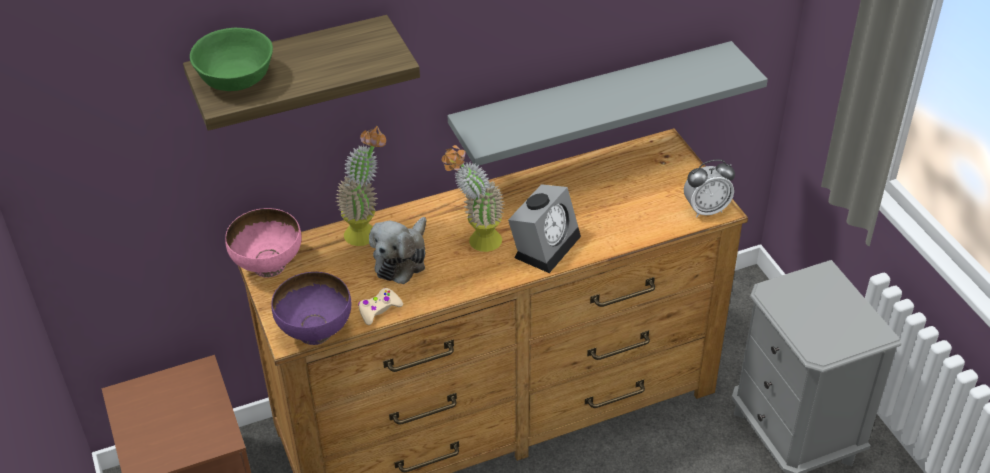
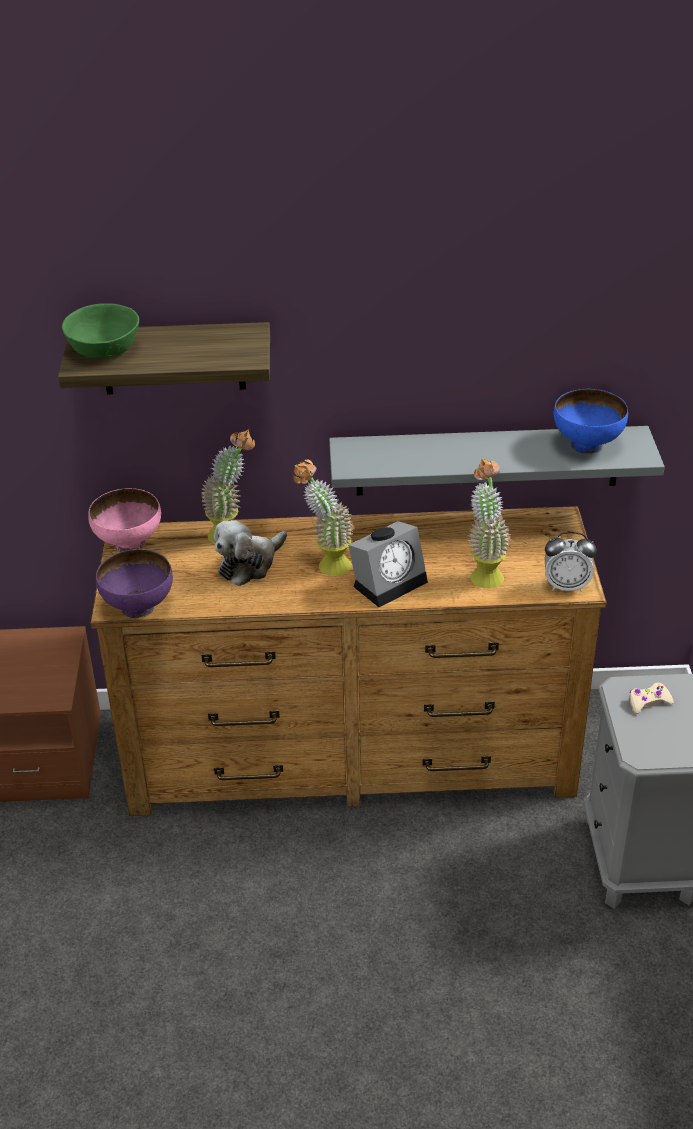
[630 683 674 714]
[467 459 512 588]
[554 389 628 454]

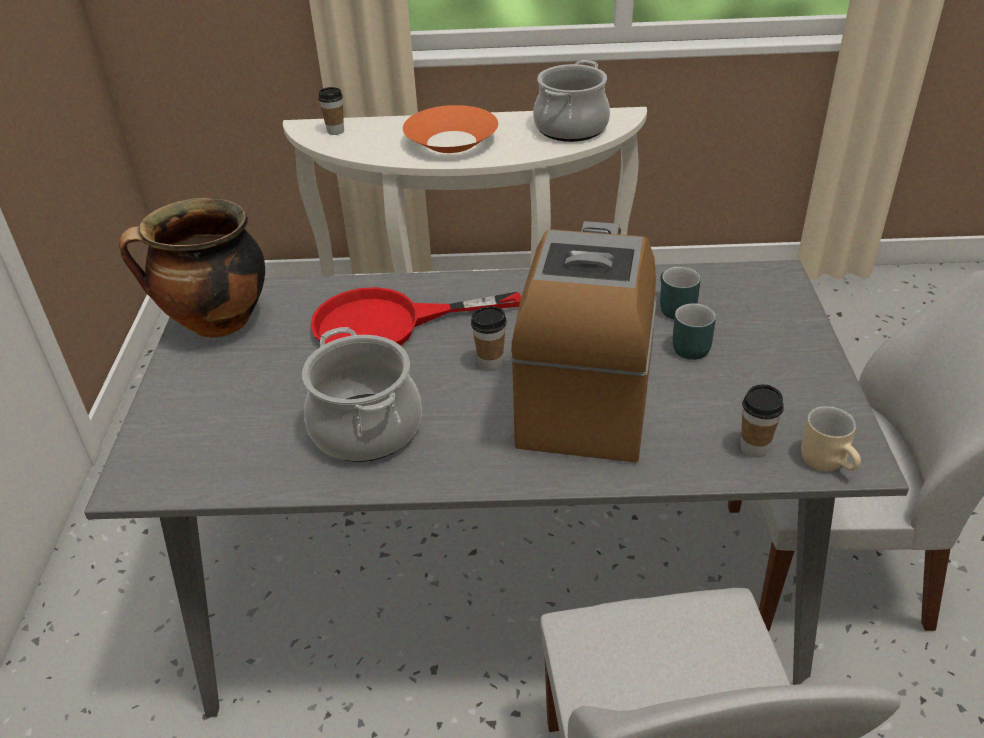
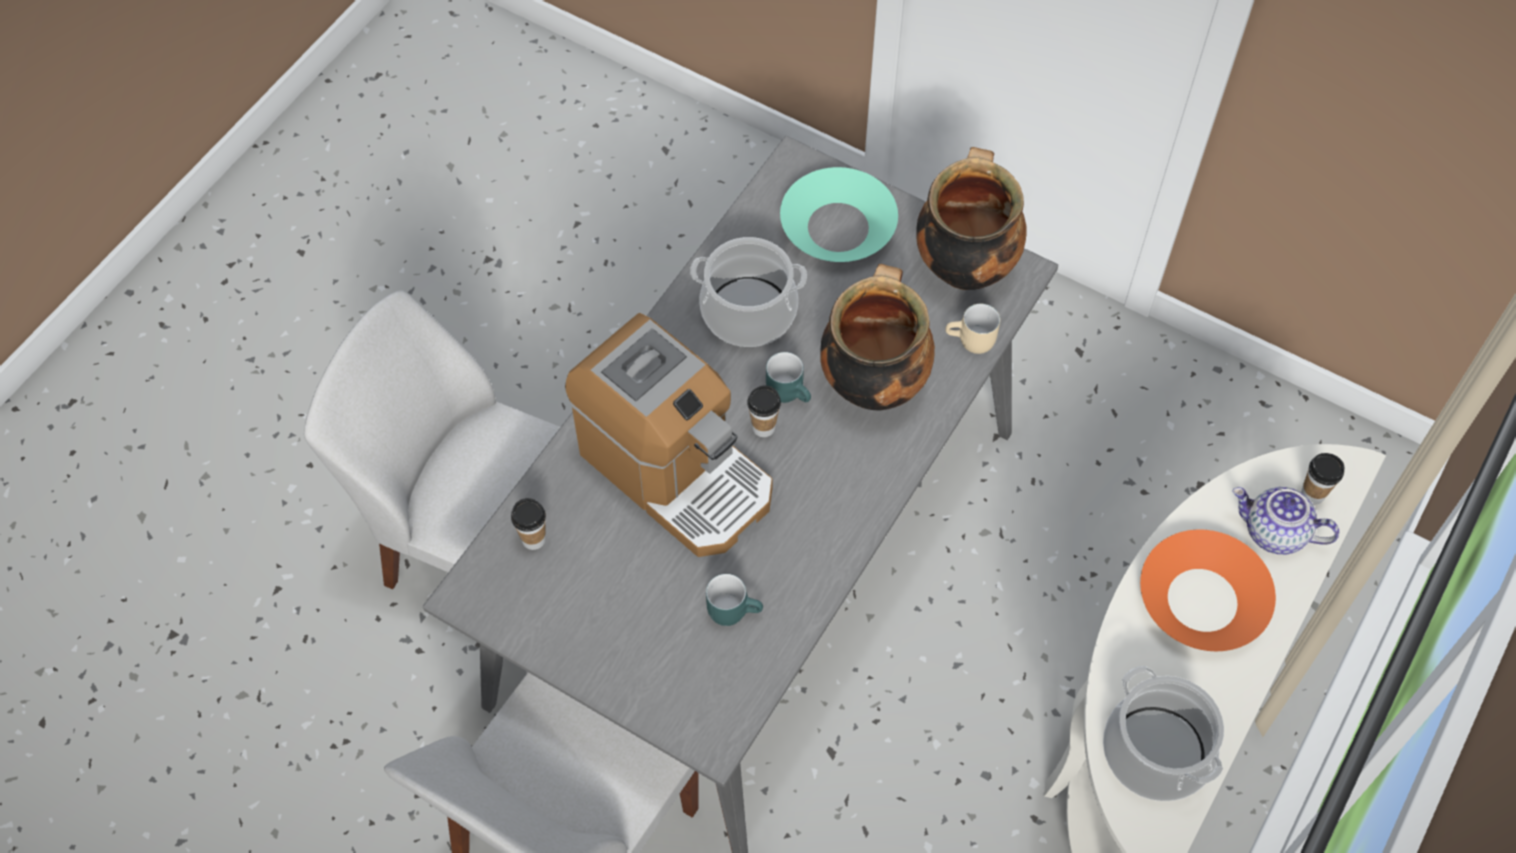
[820 264 935 411]
[766 352 811 403]
[945 304 1000 354]
[780 167 898 262]
[1232 487 1339 555]

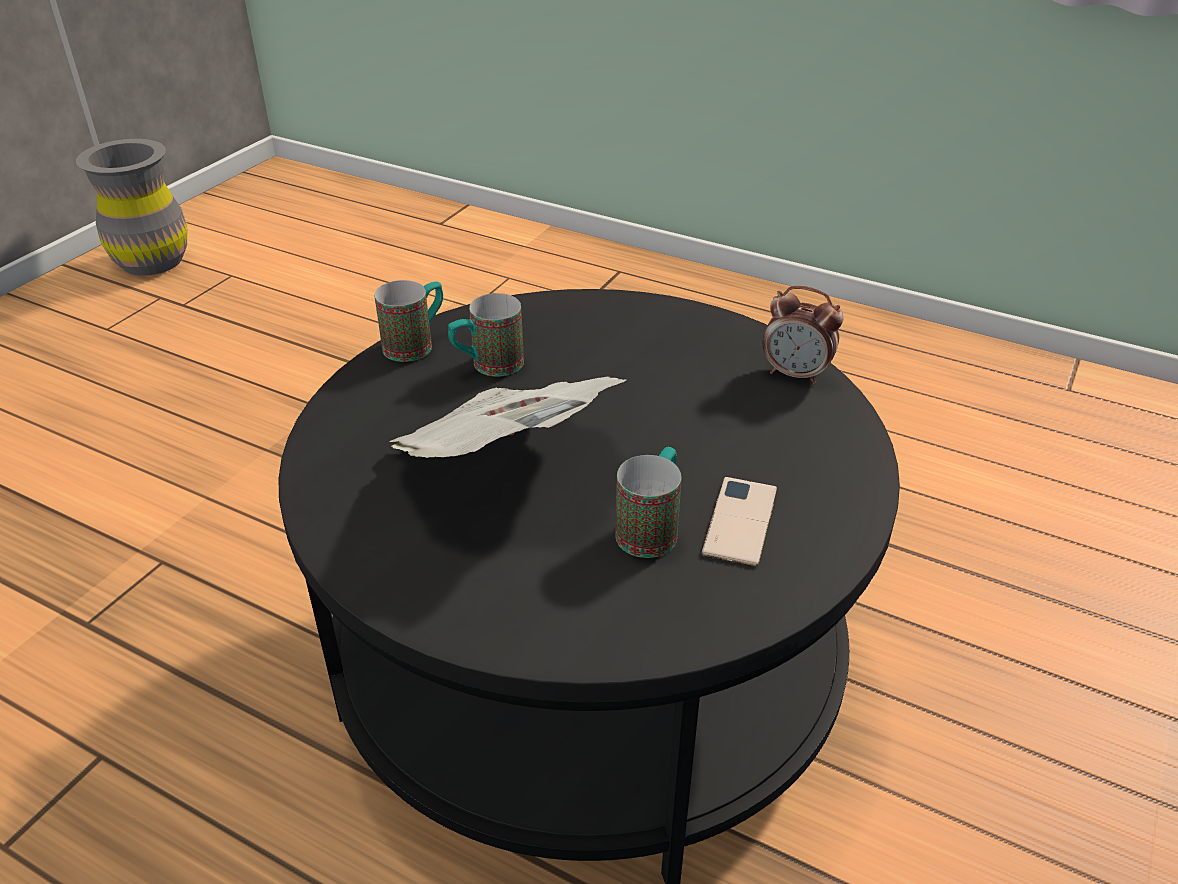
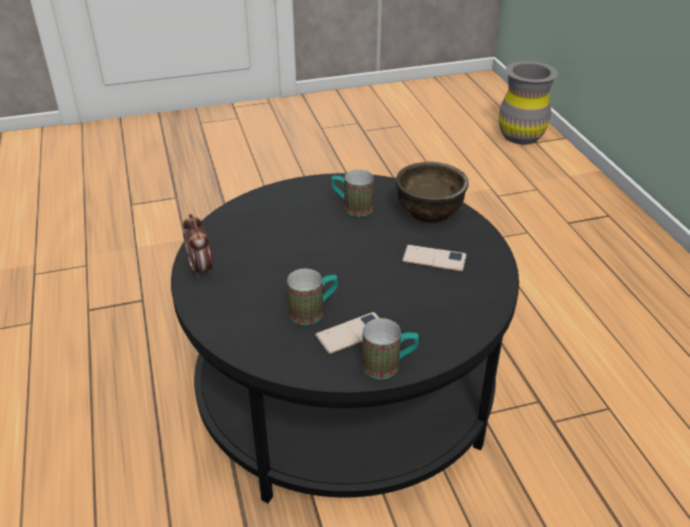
[498 61 558 145]
[362 318 419 379]
[390 377 626 458] (first image)
[183 214 212 278]
[396 162 469 222]
[402 245 467 272]

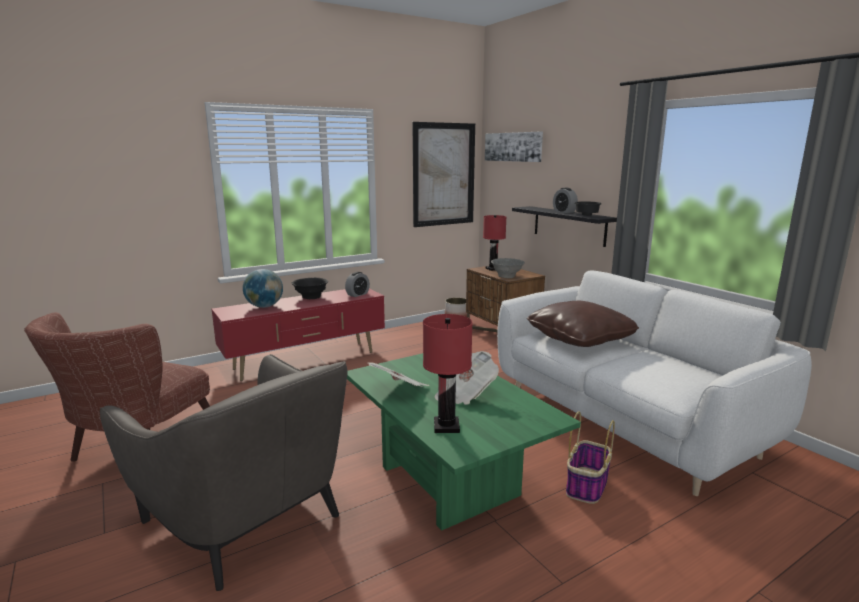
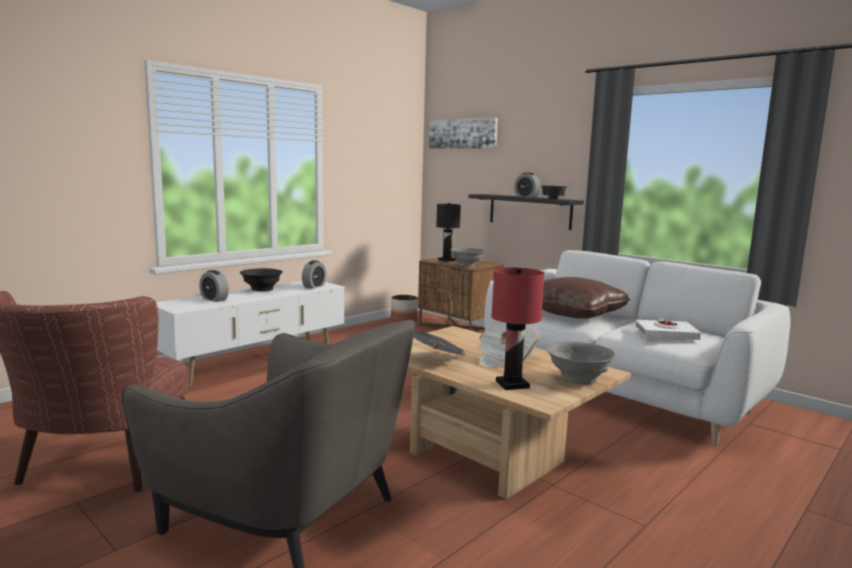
[156 281 345 388]
[199 270 229 302]
[407 326 631 499]
[413 122 475 227] (first image)
[436 203 461 262]
[566 411 615 504] (first image)
[547 342 616 385]
[635 318 701 340]

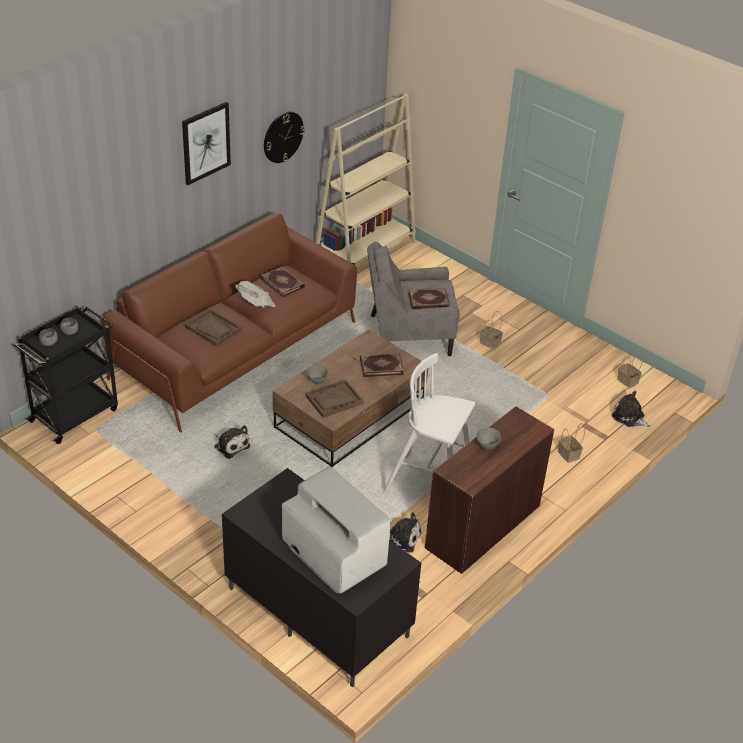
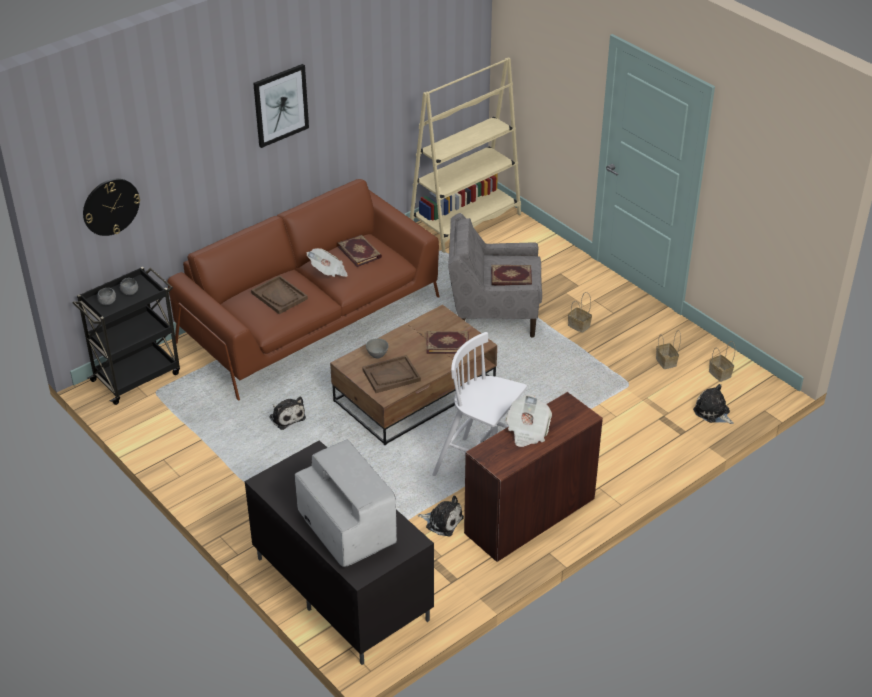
[83 179 140 236]
[506 395 552 447]
[656 330 681 369]

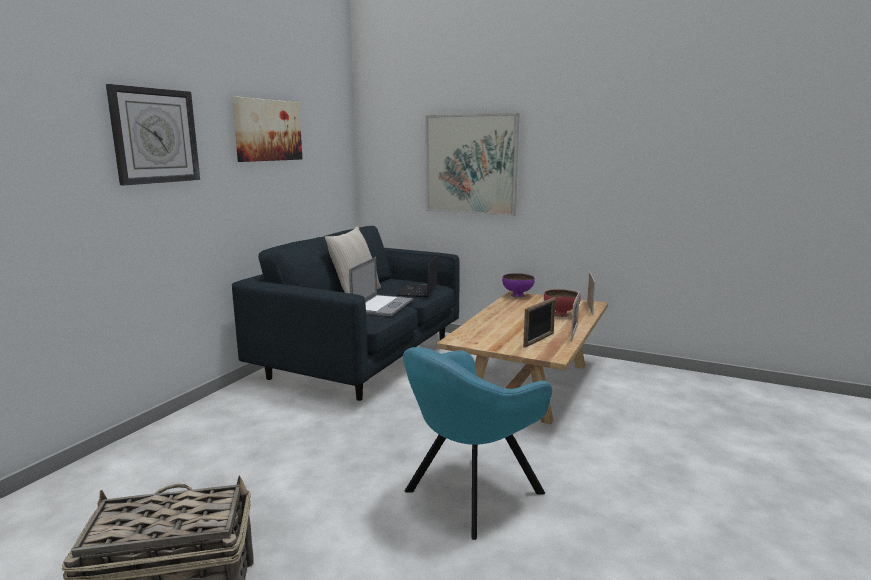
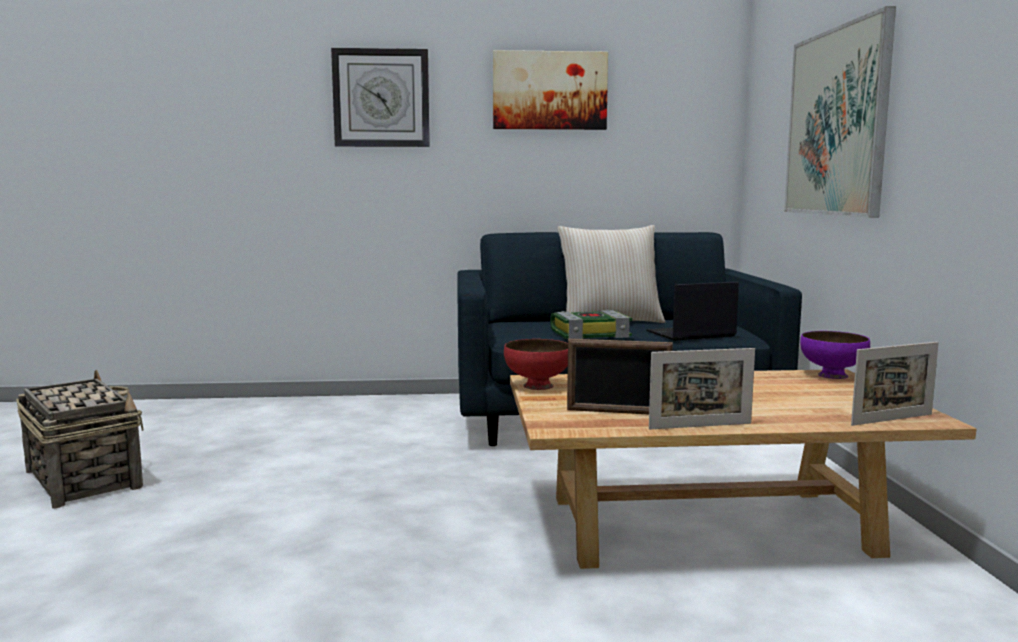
[550 310 632 339]
[403 347 552 540] (first image)
[504 339 568 390]

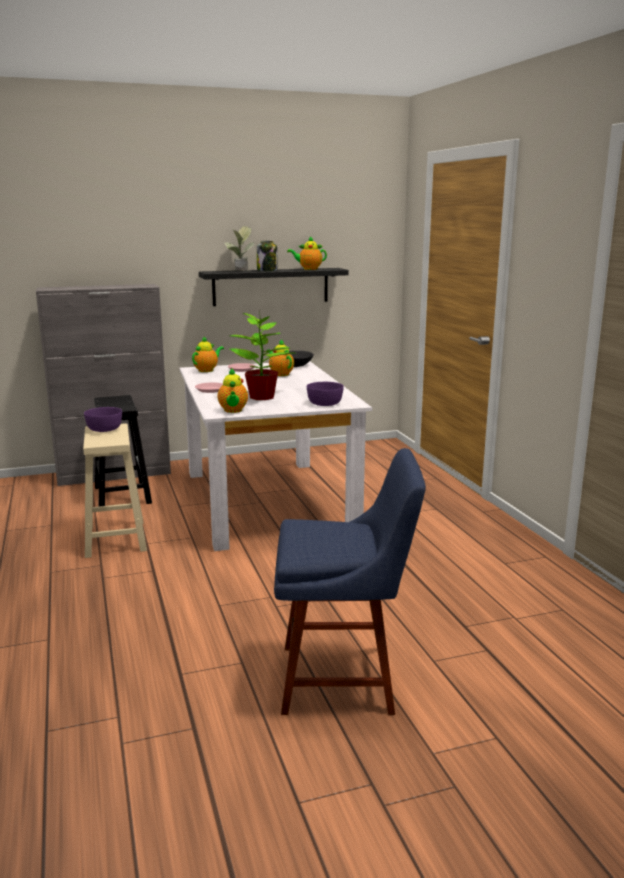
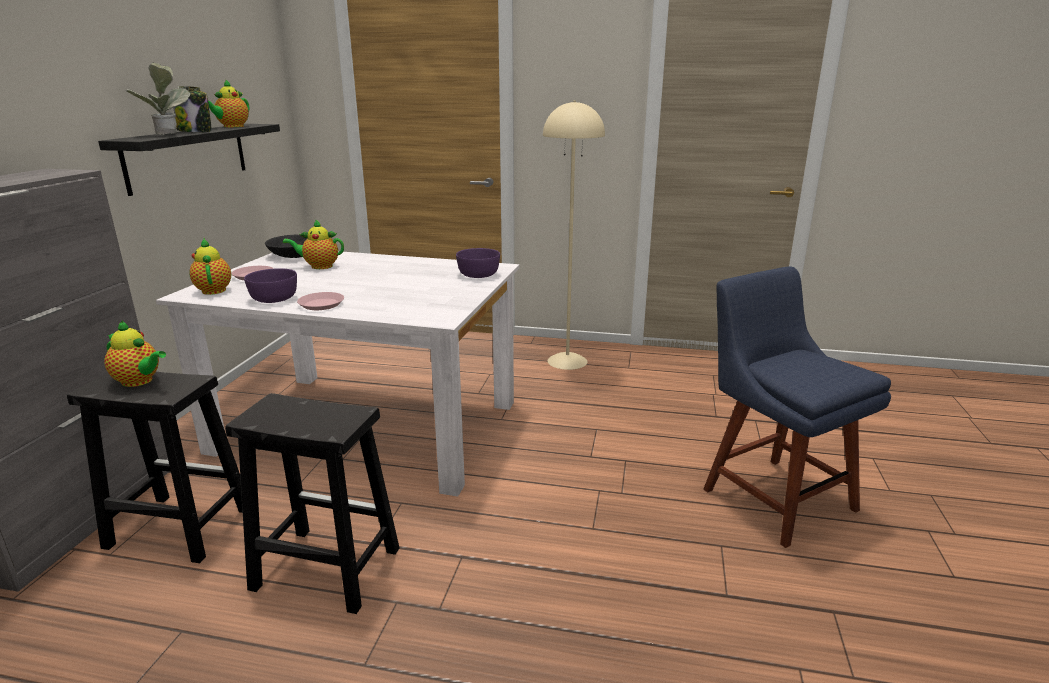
[225 393 399 614]
[244 268 297 303]
[104 320 166 387]
[229 308 295 400] (first image)
[703 266 891 548]
[543 100 605 370]

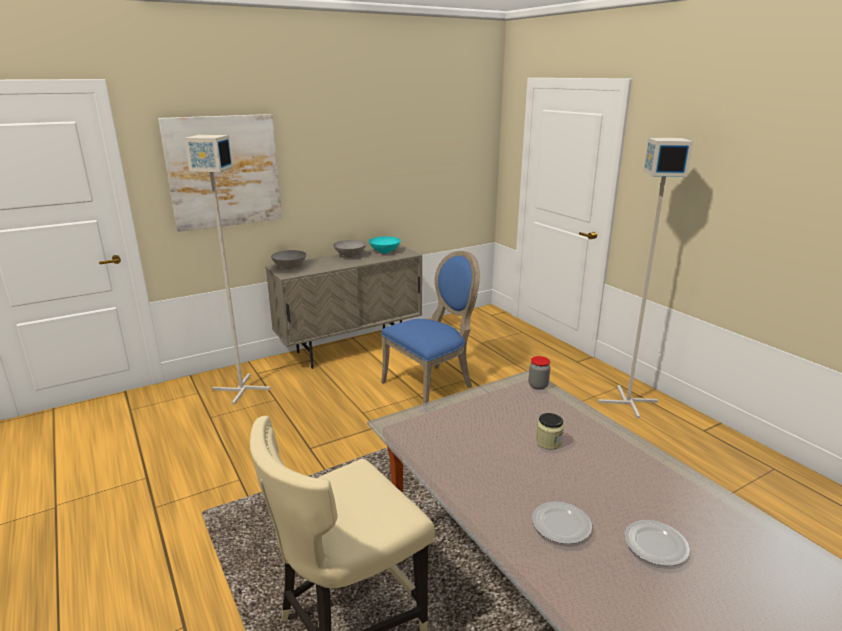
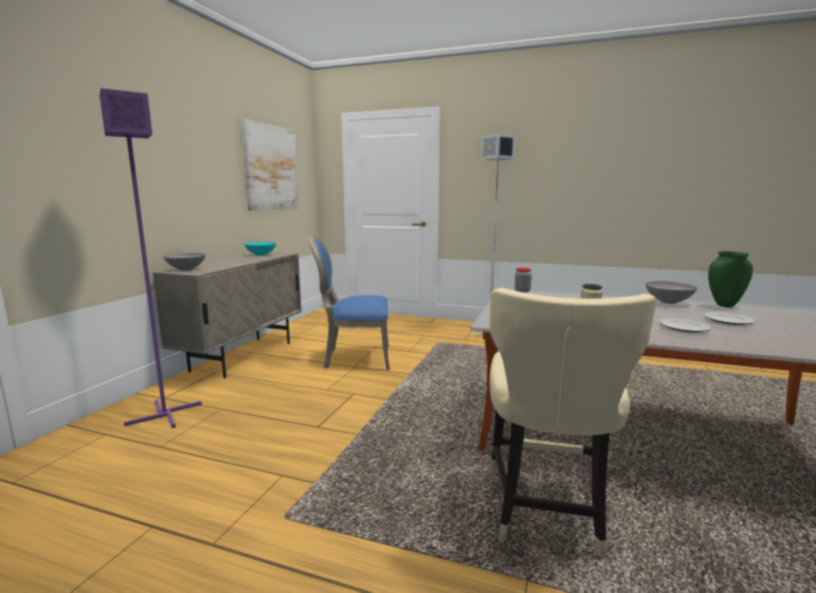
[241 119 299 211]
[99 88 202 428]
[645 281 697 304]
[308 236 390 370]
[708 251 753 308]

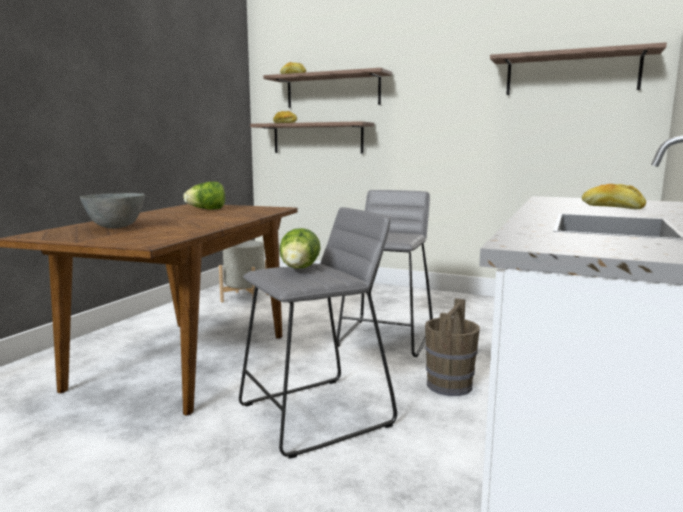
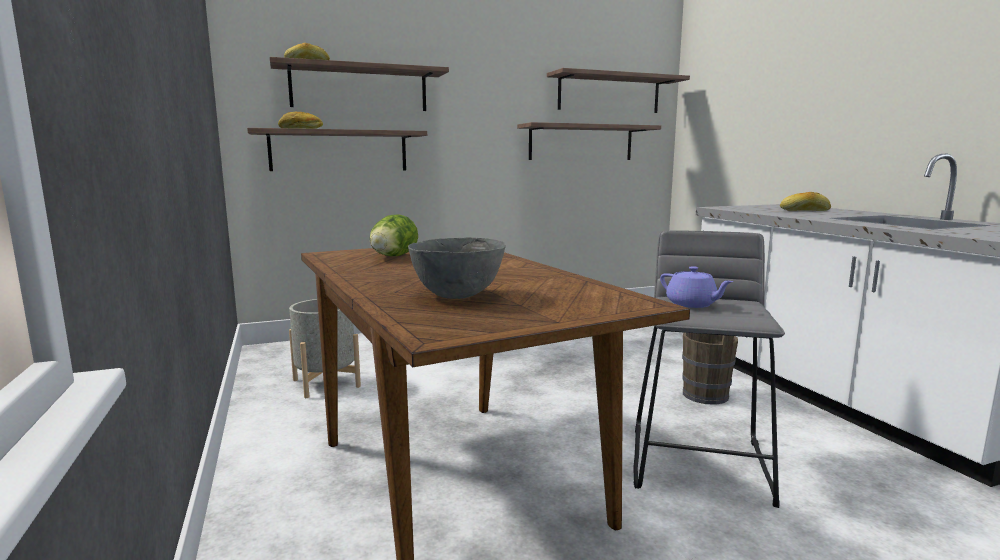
[660 266 734 308]
[337 190 433 357] (first image)
[517 122 661 160]

